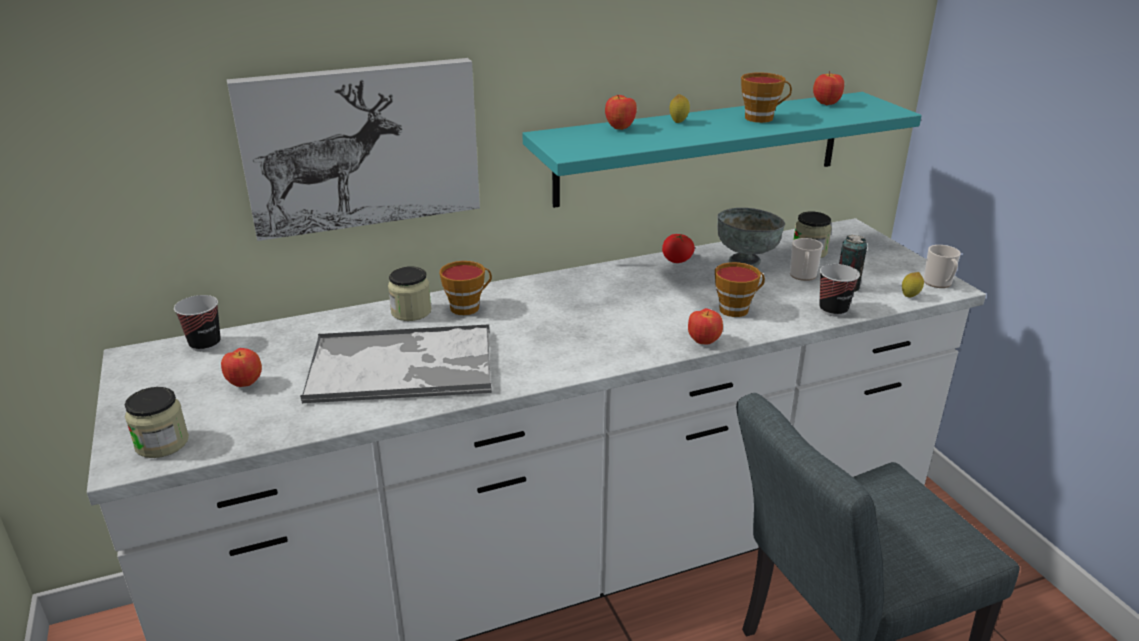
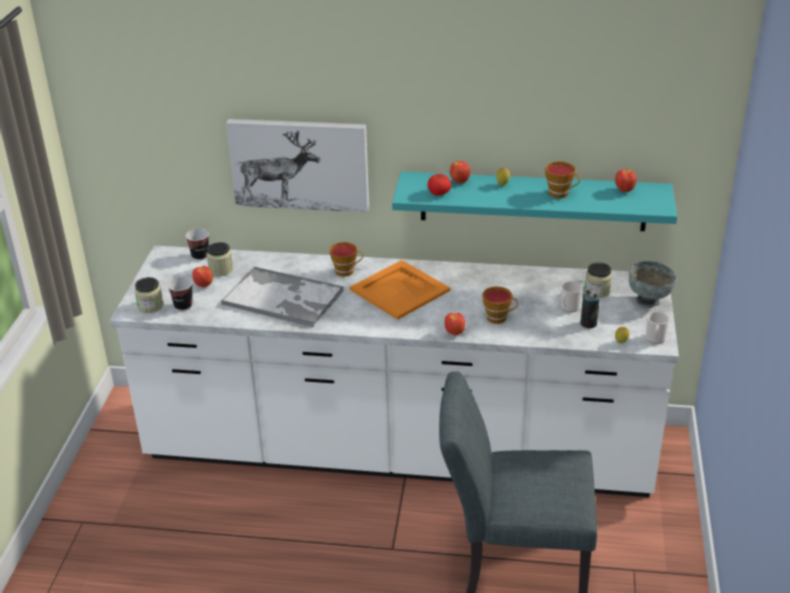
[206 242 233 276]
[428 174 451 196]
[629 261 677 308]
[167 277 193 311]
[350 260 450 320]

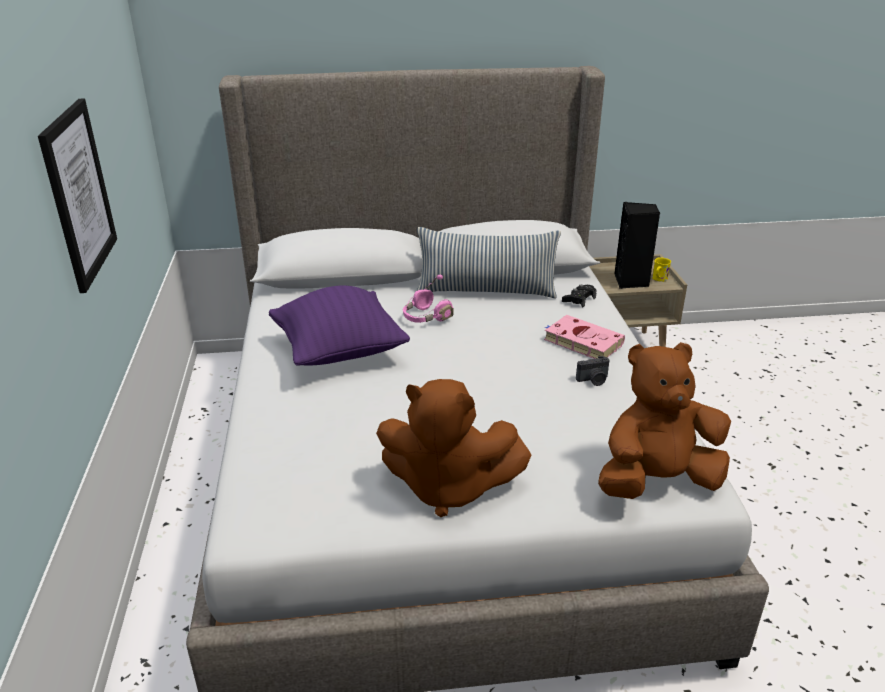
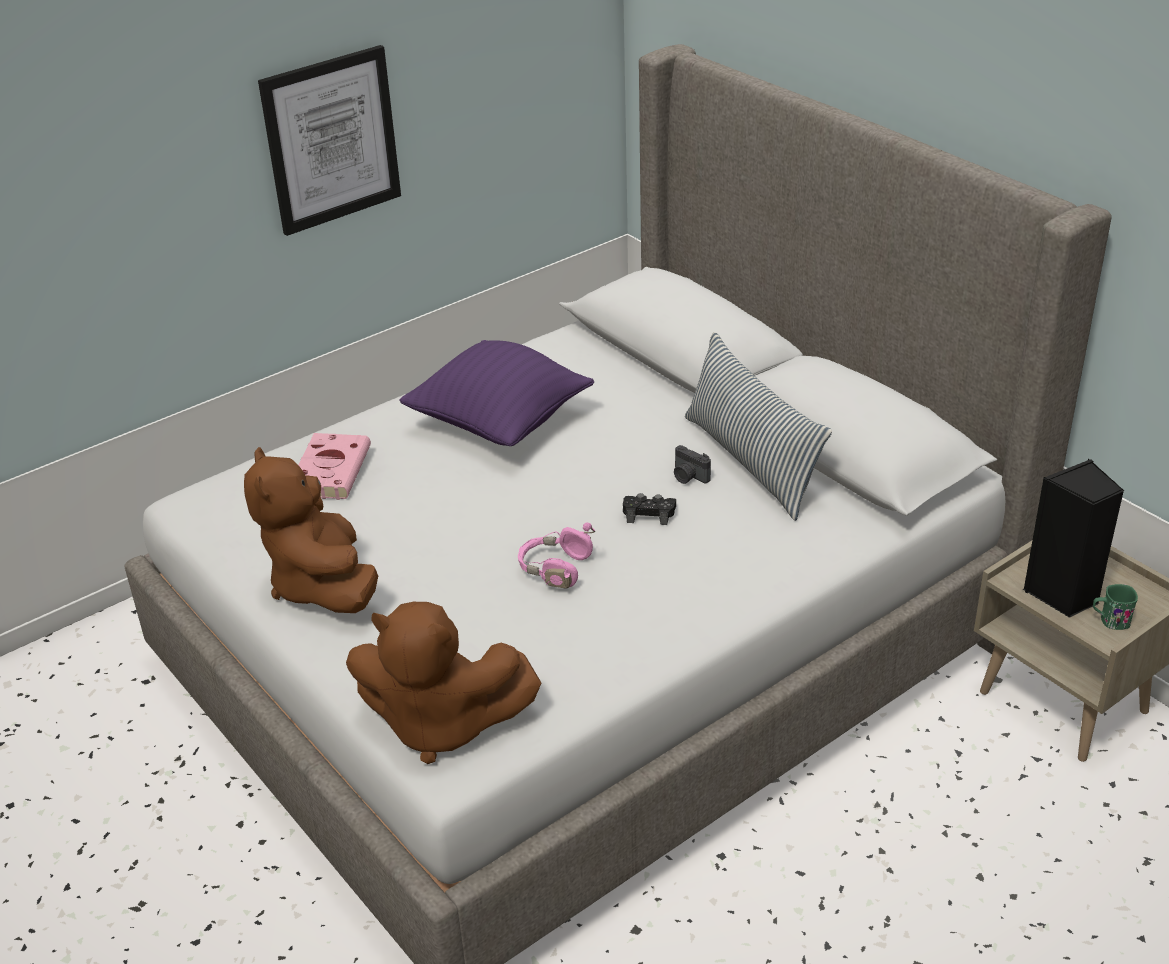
[518 522 595 589]
[298 433 371 500]
[623 493 676 525]
[674 445 711 484]
[346 602 541 764]
[1093 584 1138 630]

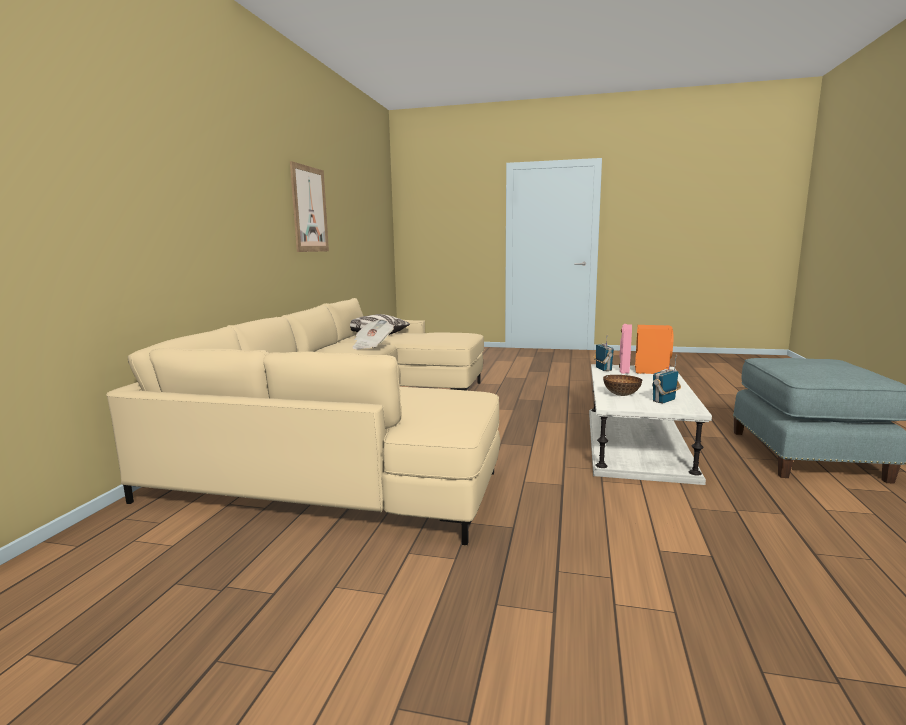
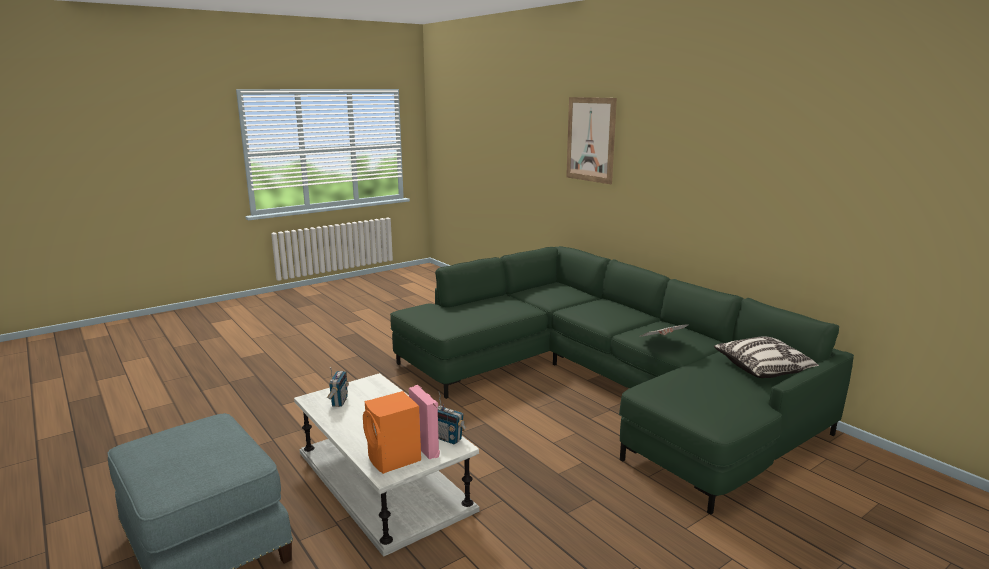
[390 246 854 515]
[566 97 617 184]
[603 375 642 396] (first image)

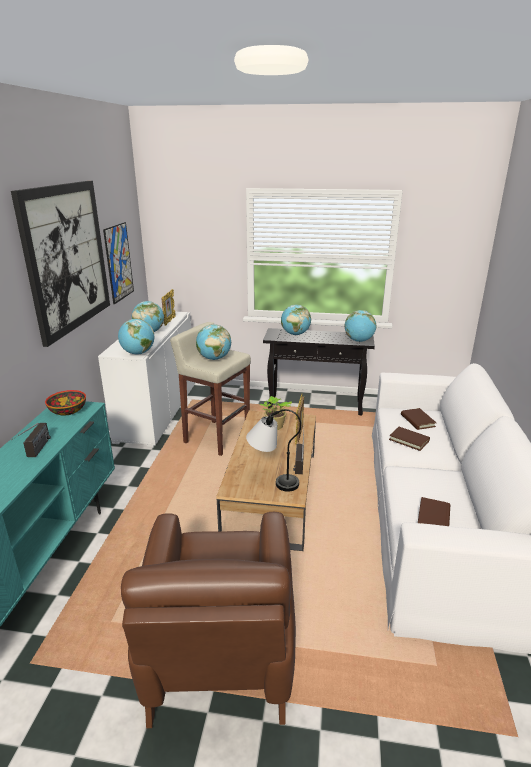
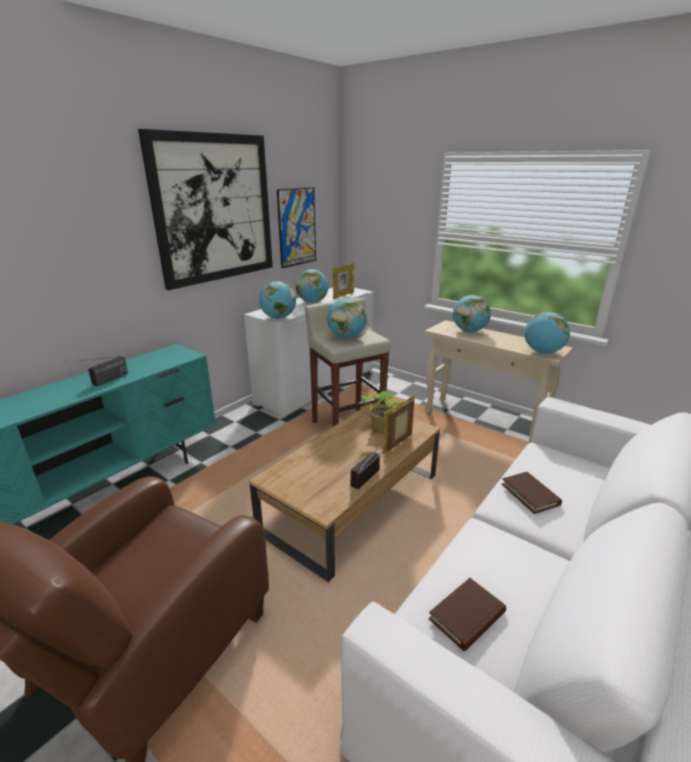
[45 390 86 416] (first image)
[246 409 301 491] (first image)
[425 320 573 443]
[401 408 436 430] (first image)

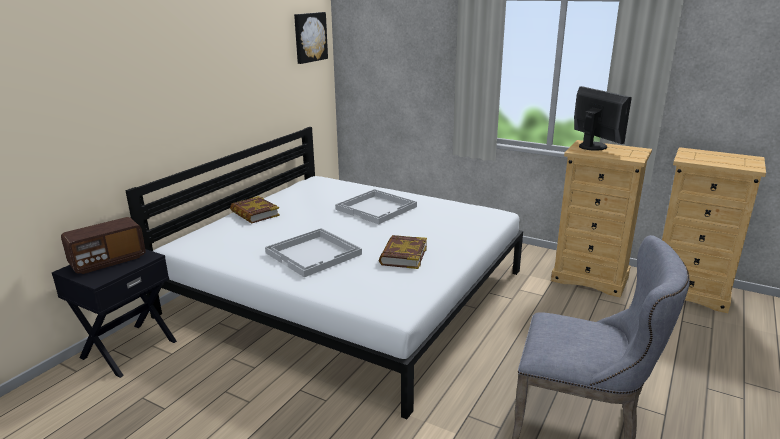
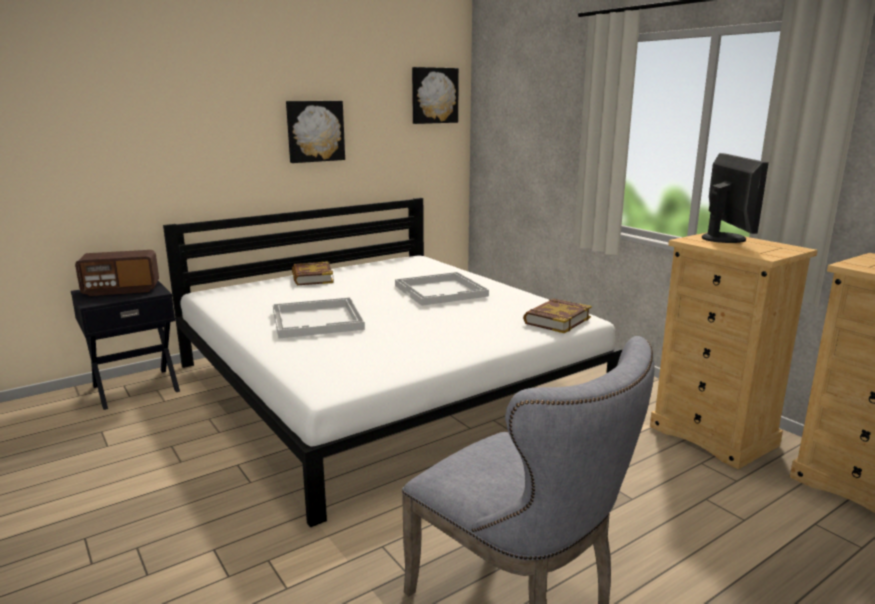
[523 299 592 333]
[286 101 345 163]

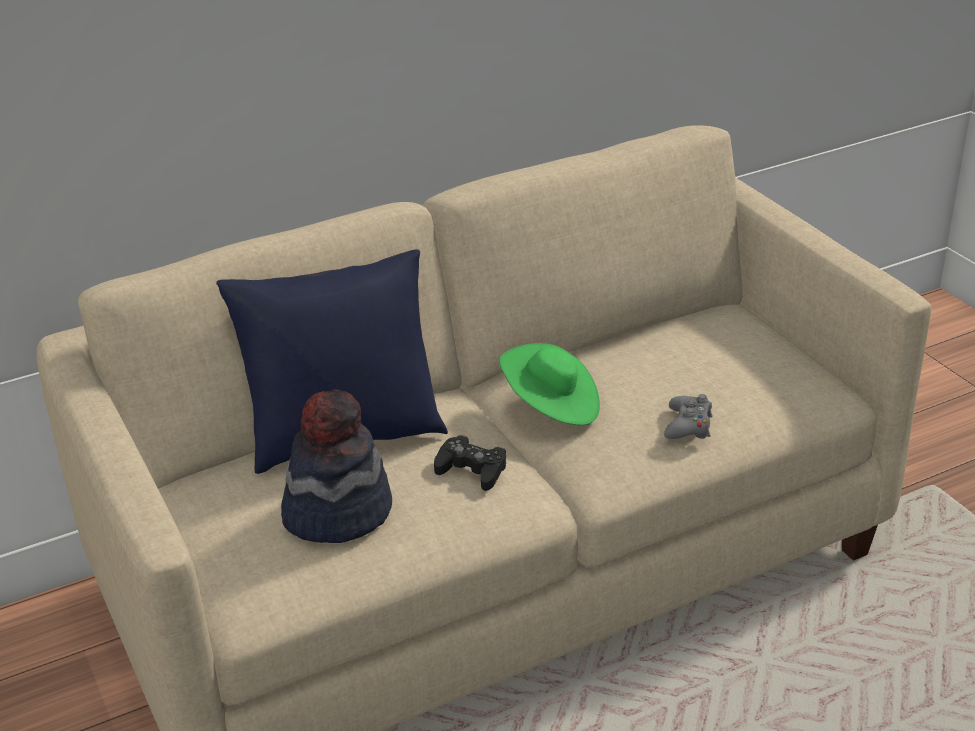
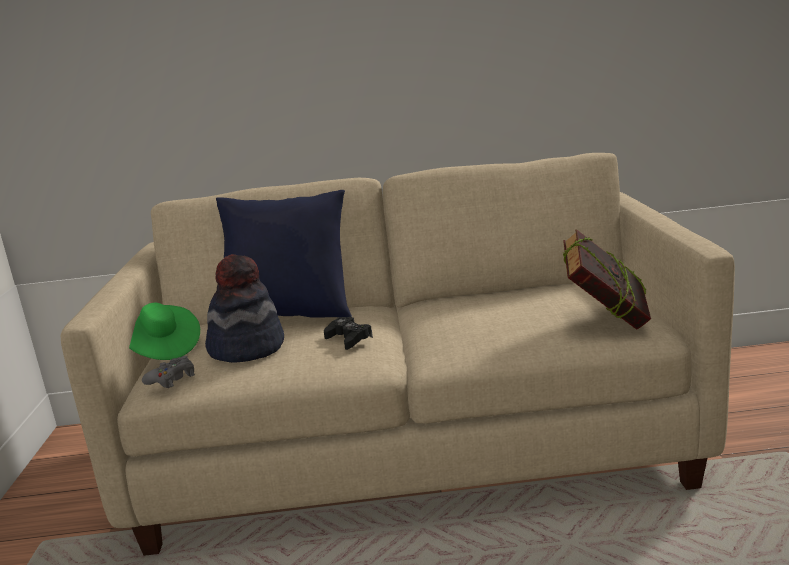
[129 303 200 360]
[142 356 195 388]
[563 229 651 330]

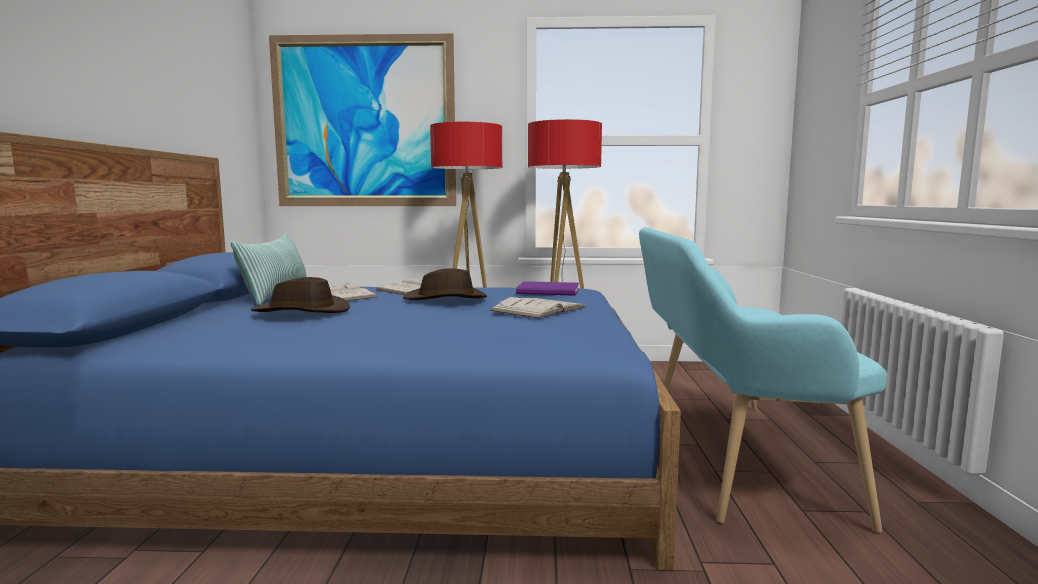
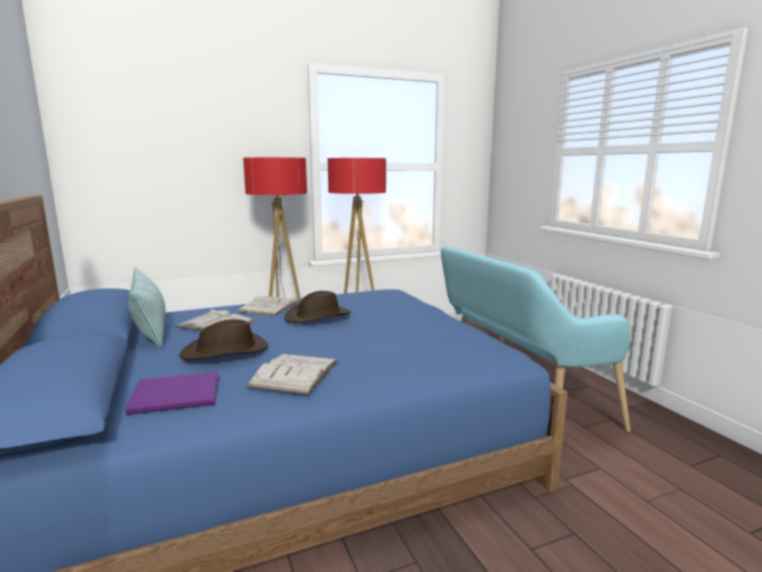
[269 33 456 206] (first image)
[246 354 338 395]
[125 372 219 415]

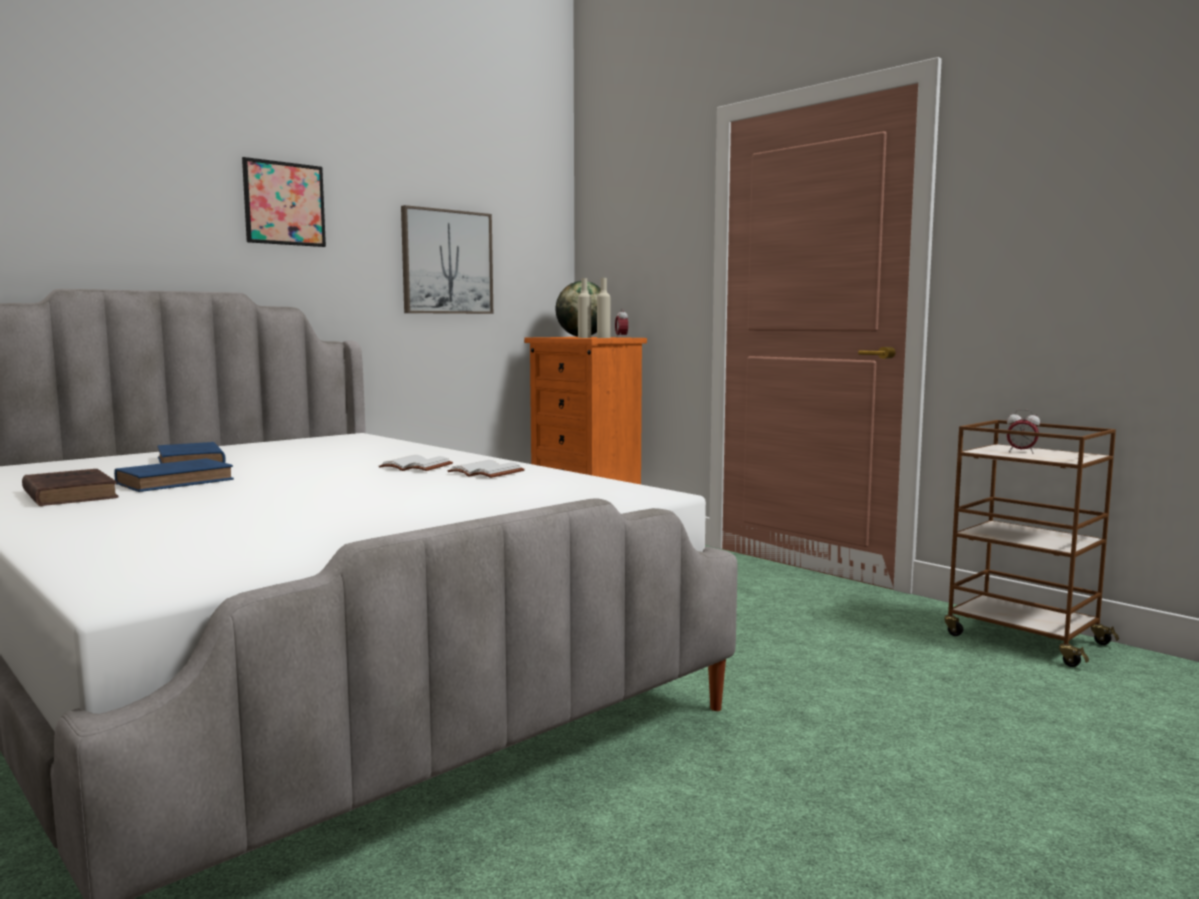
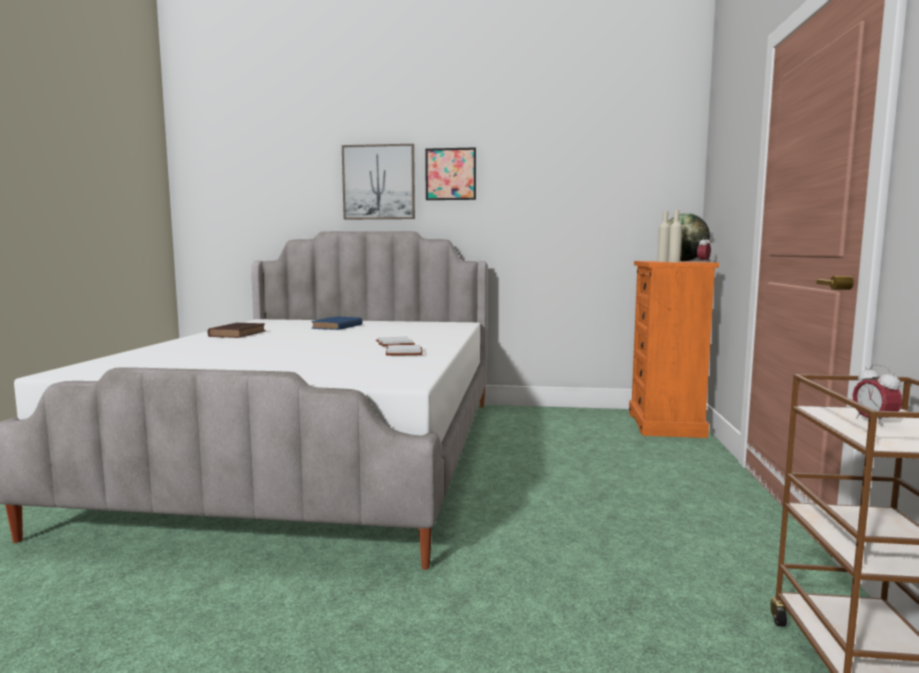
[114 458 234 492] (first image)
[342 144 415 219]

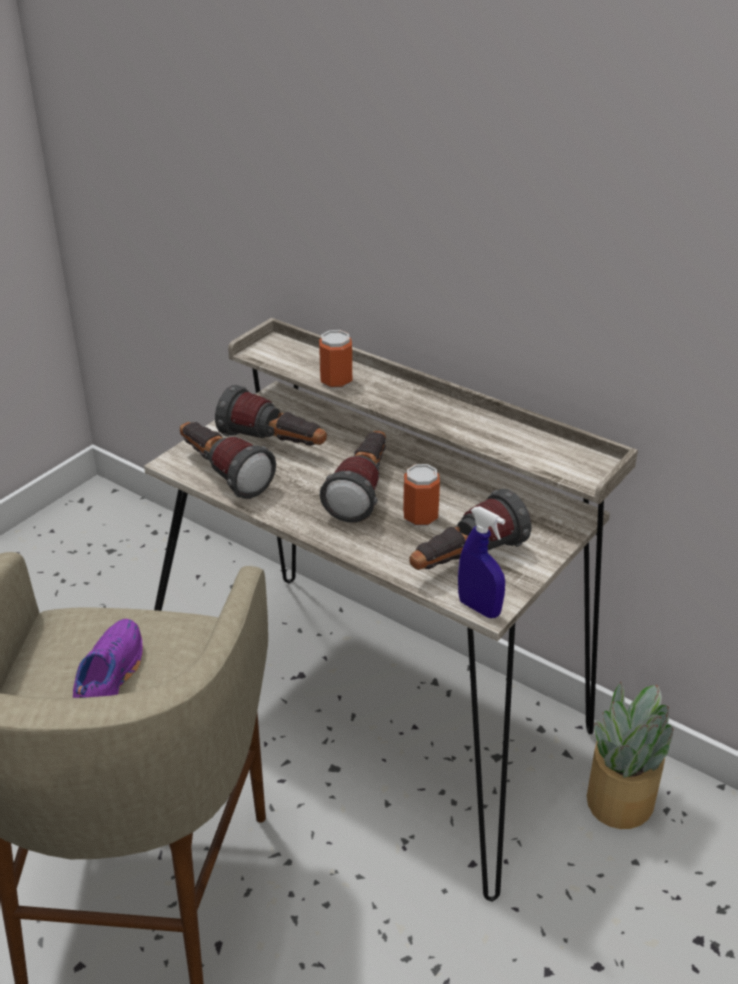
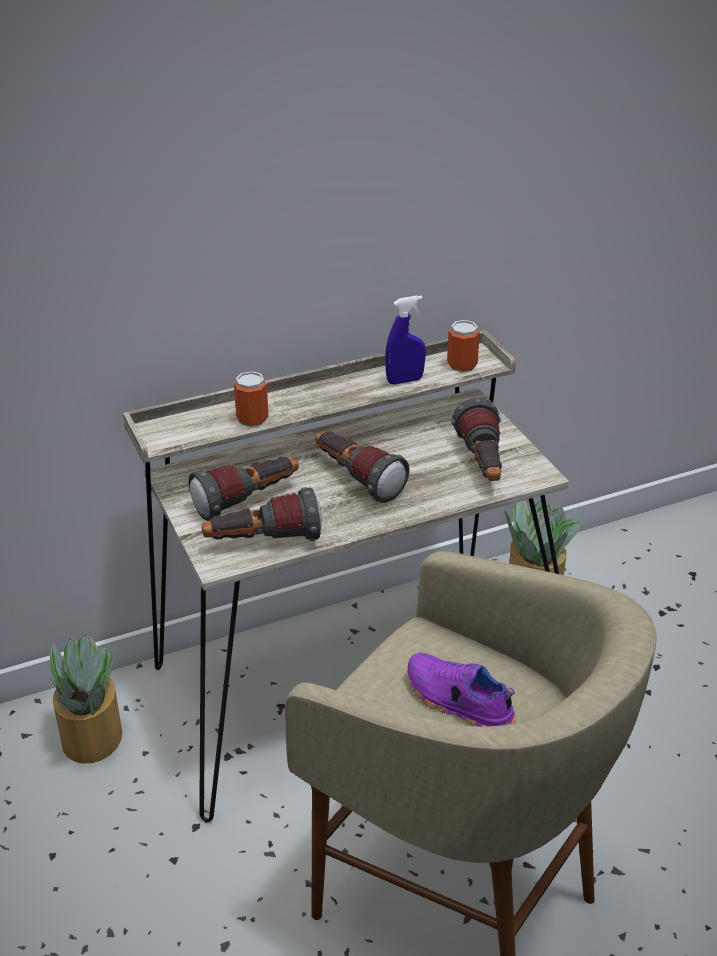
[447 320 480 373]
[385 295 426 384]
[46 634 122 764]

